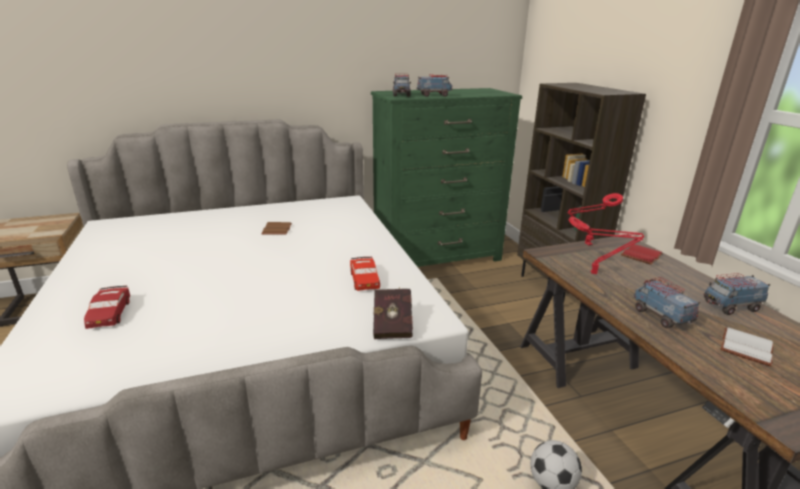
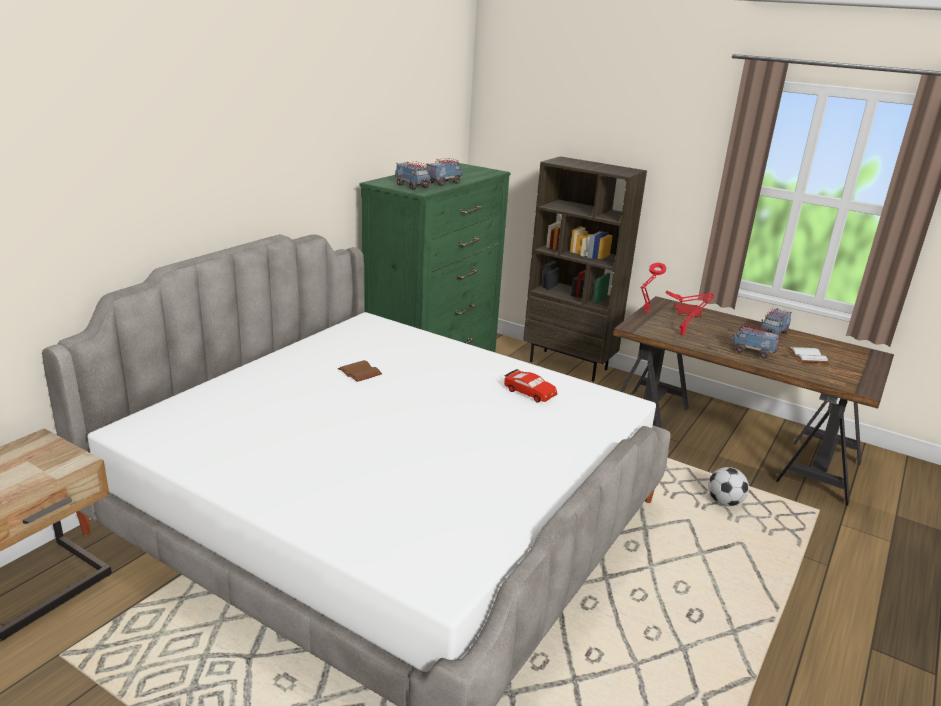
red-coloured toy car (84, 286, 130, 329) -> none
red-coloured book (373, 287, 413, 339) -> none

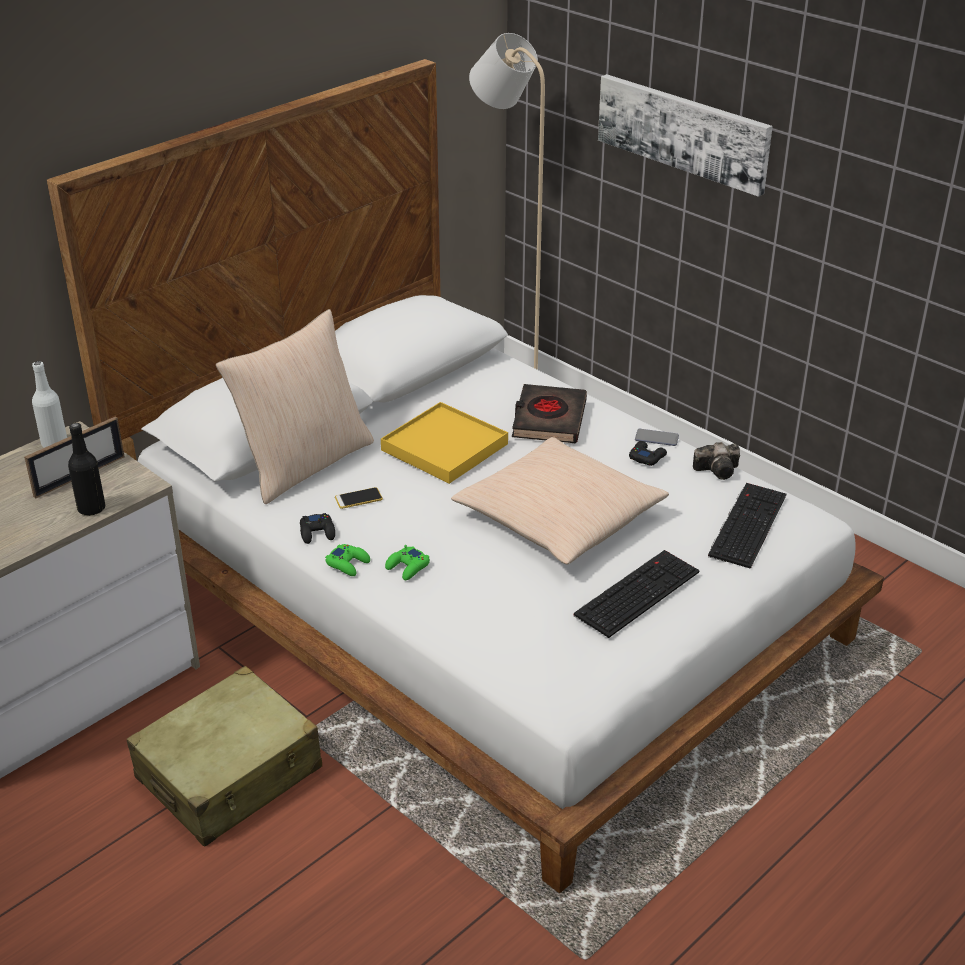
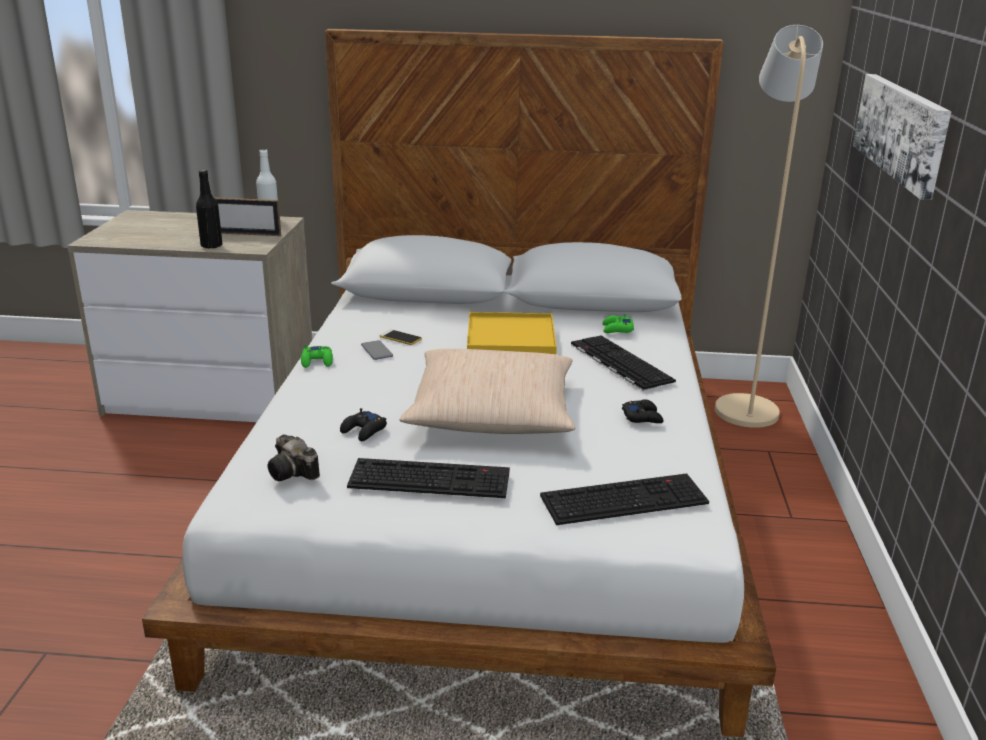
beige-coloured travel case (127, 666, 322, 846) -> none
beige-coloured cushion (216, 309, 374, 504) -> none
black-coloured joypad (300, 513, 335, 544) -> black-coloured joypad (340, 408, 387, 441), move
green joypad (385, 545, 430, 580) -> green joypad (602, 314, 634, 333), move
black-coloured book (512, 384, 587, 443) -> PC keyboard (571, 335, 676, 391)
phone (635, 429, 679, 446) -> phone (361, 340, 393, 360), move
still camera (693, 442, 740, 480) -> still camera (267, 435, 320, 481), move

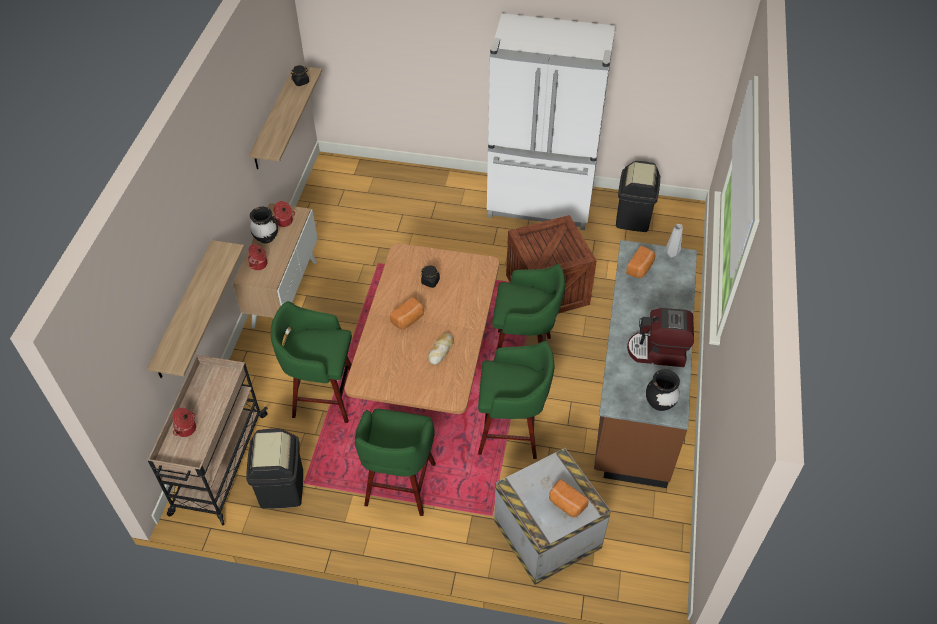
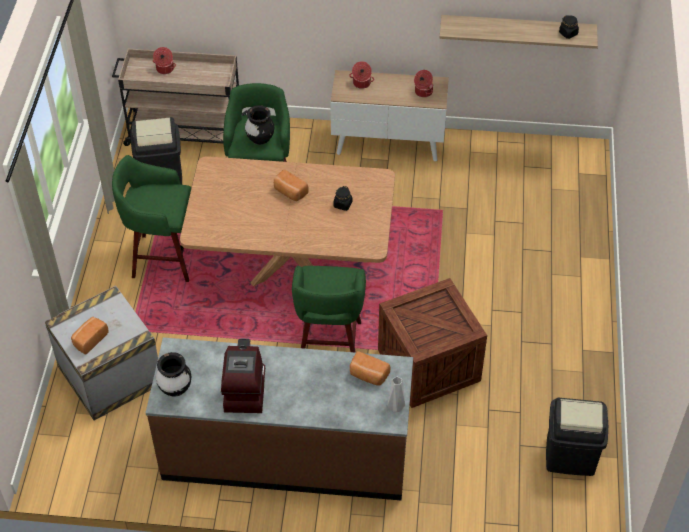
bracket shelf (147, 240, 244, 378) -> none
black-coloured flower vase (250, 207, 278, 243) -> black-coloured flower vase (245, 105, 274, 145), move
bakery bread (428, 333, 454, 365) -> none
green stool (478, 341, 555, 459) -> none
whitish kitchen fridge (487, 13, 615, 230) -> none

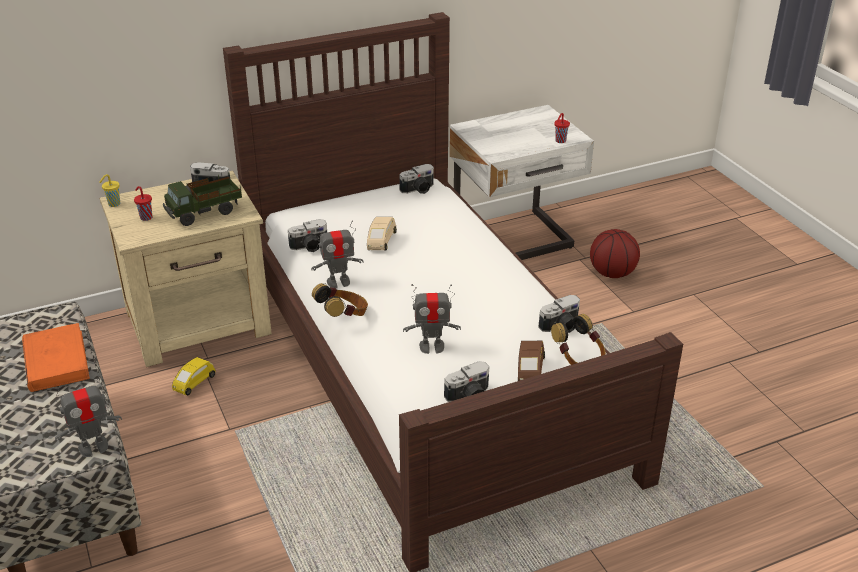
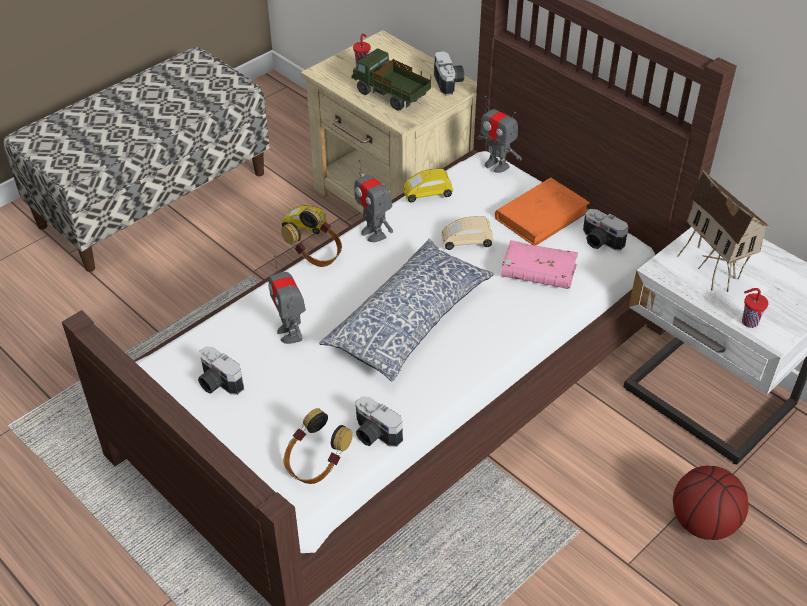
orange book (22, 323, 90, 392) -> orange book (495, 177, 590, 246), move
model robot (52, 375, 122, 457) -> model robot (477, 96, 522, 173), move
yellow cup (100, 174, 120, 207) -> none
still camera (288, 219, 327, 252) -> yellow toy car (403, 169, 453, 203)
brown-coloured toy car (518, 341, 545, 381) -> none
none -> cushion (320, 239, 494, 381)
none -> pink book (502, 240, 578, 289)
none -> miniature house (677, 170, 772, 292)

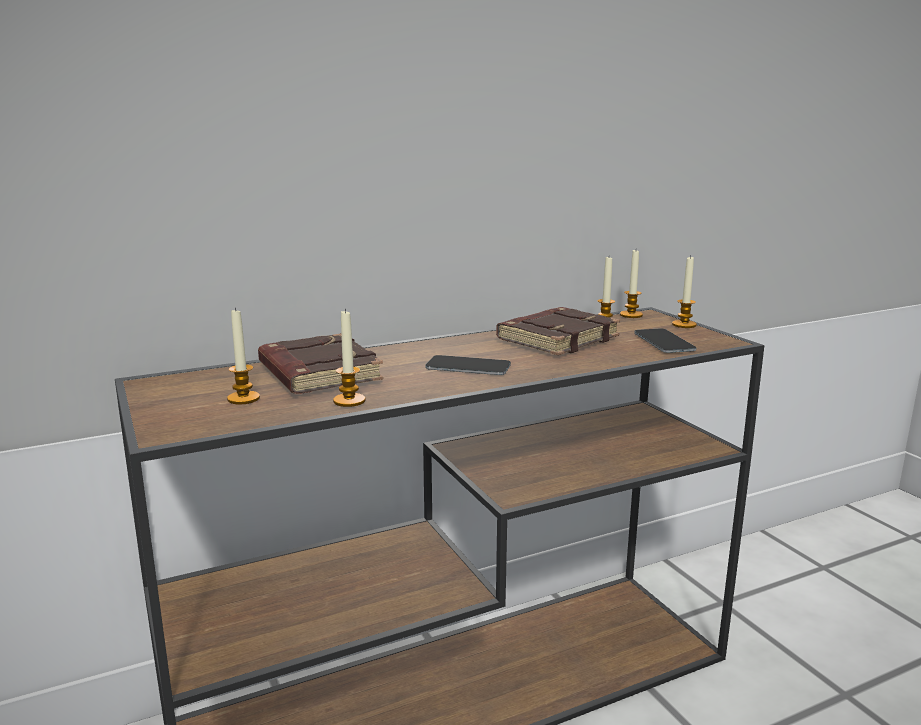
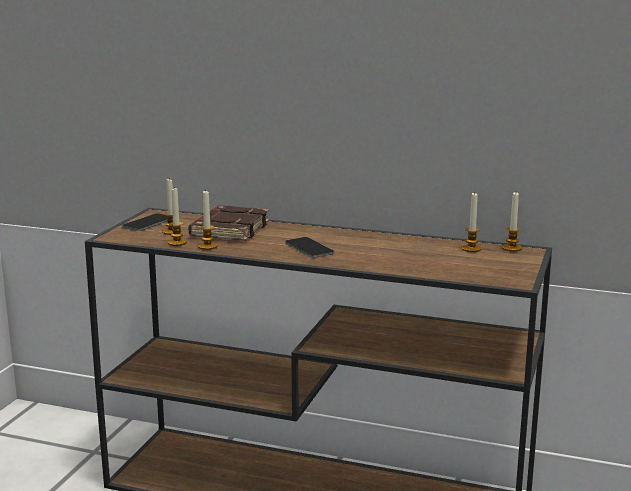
brown-coloured book (496, 307, 620, 355) -> none
phone (634, 328, 696, 353) -> phone (122, 213, 167, 231), move
wax light (672, 255, 697, 328) -> wax light (167, 187, 187, 246), move

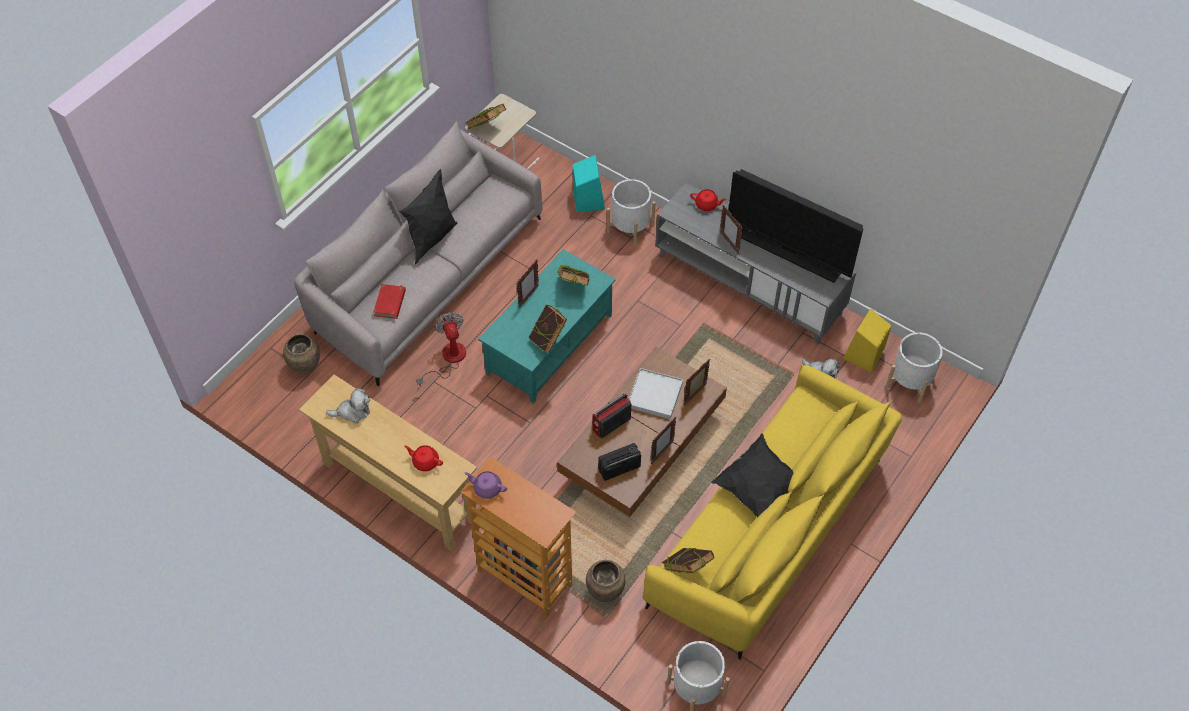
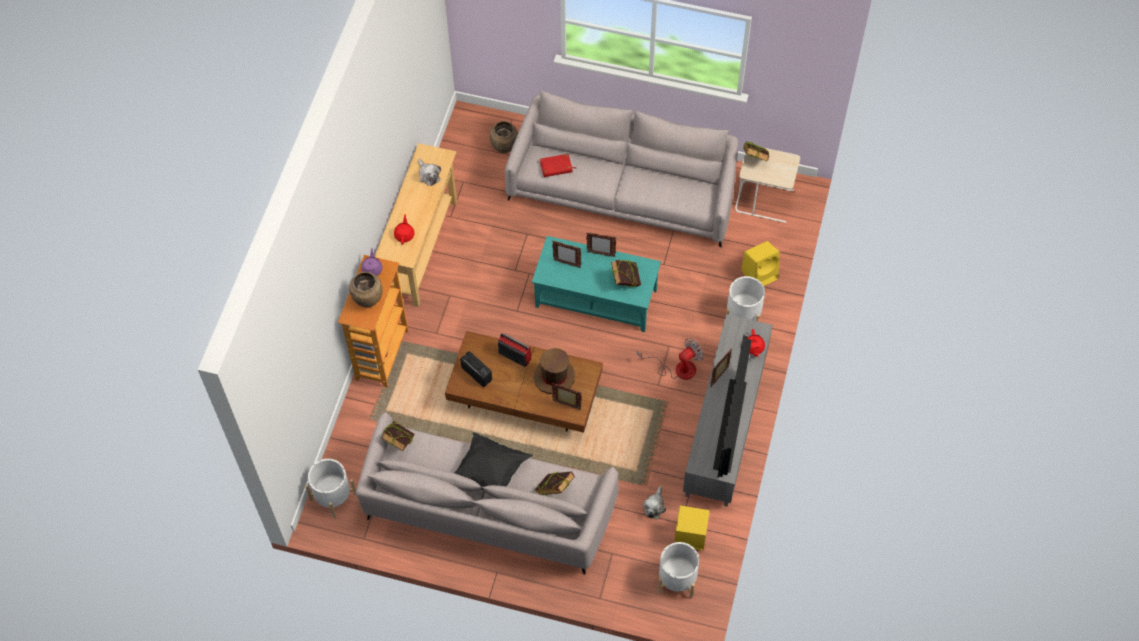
black-coloured cushion (399, 169, 458, 264) -> none
electric fan (416, 312, 466, 386) -> electric fan (637, 338, 704, 380), move
book (529, 305, 567, 353) -> book (535, 471, 575, 495), move
turquoise-coloured audio speaker (573, 155, 605, 212) -> yellow audio speaker (741, 241, 780, 286)
brown-coloured flower vase (586, 560, 625, 602) -> brown-coloured flower vase (349, 272, 383, 308), move
whitish tray (629, 368, 683, 419) -> brown-coloured hat (533, 348, 575, 394)
yellow couch (643, 365, 902, 660) -> greyish couch (356, 412, 619, 574)
photo frame (651, 417, 676, 464) -> photo frame (552, 241, 581, 268), move

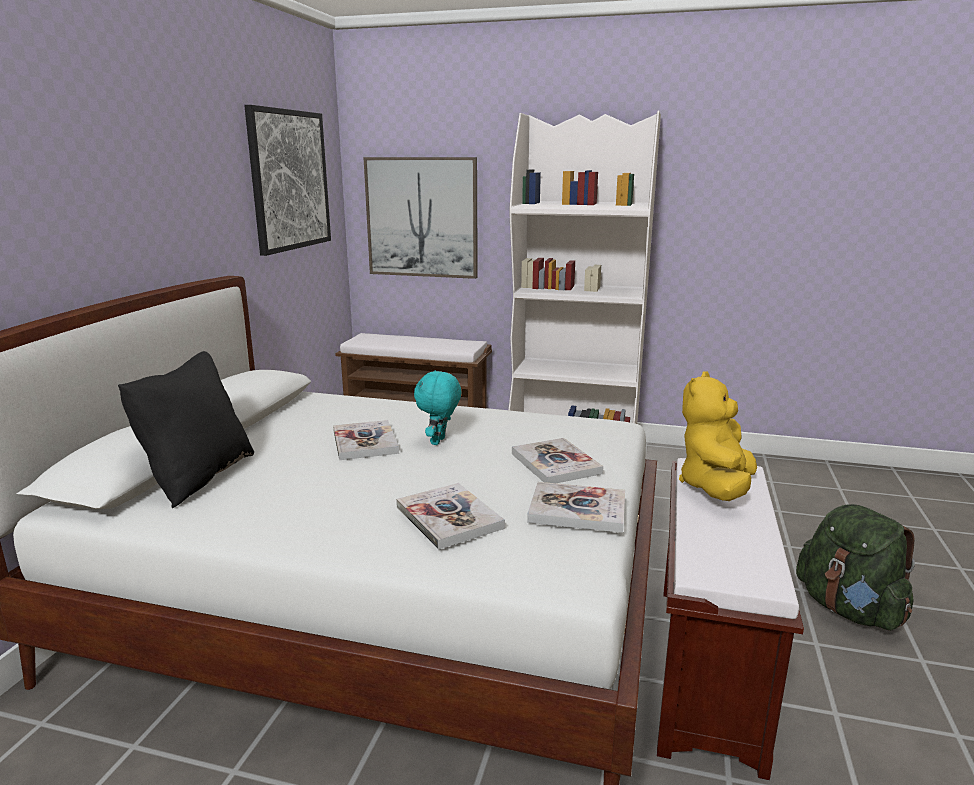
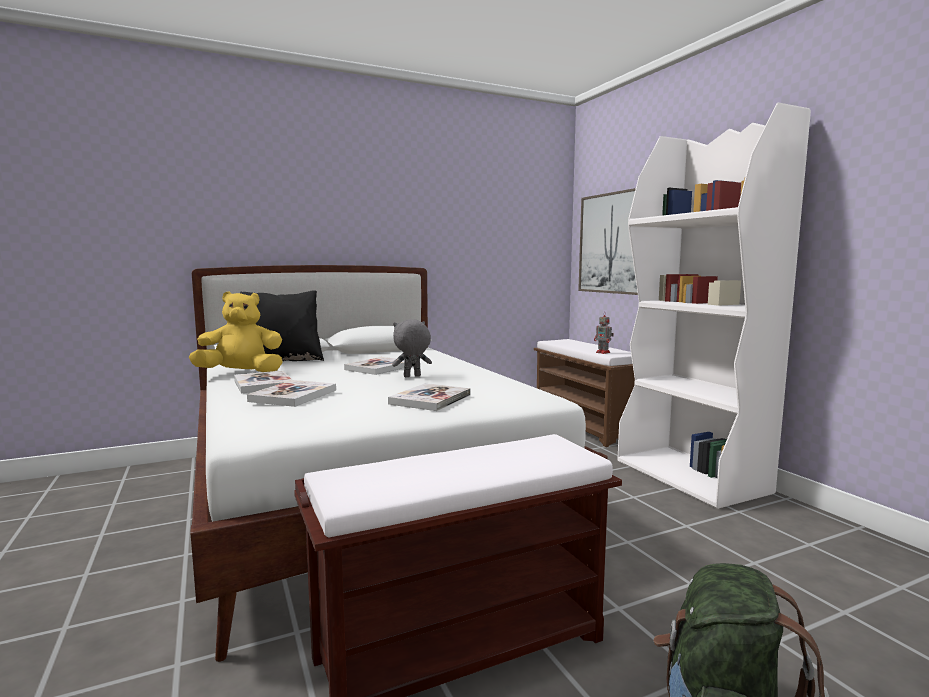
wall picture (244, 105, 331, 256) -> none
turquoise-coloured soft toy (414, 370, 462, 445) -> greyish soft toy (392, 319, 432, 377)
book (527, 482, 625, 533) -> book (234, 371, 292, 393), move
yellow soft toy (679, 371, 757, 501) -> yellow soft toy (189, 292, 283, 372), move
none -> model robot (594, 313, 614, 354)

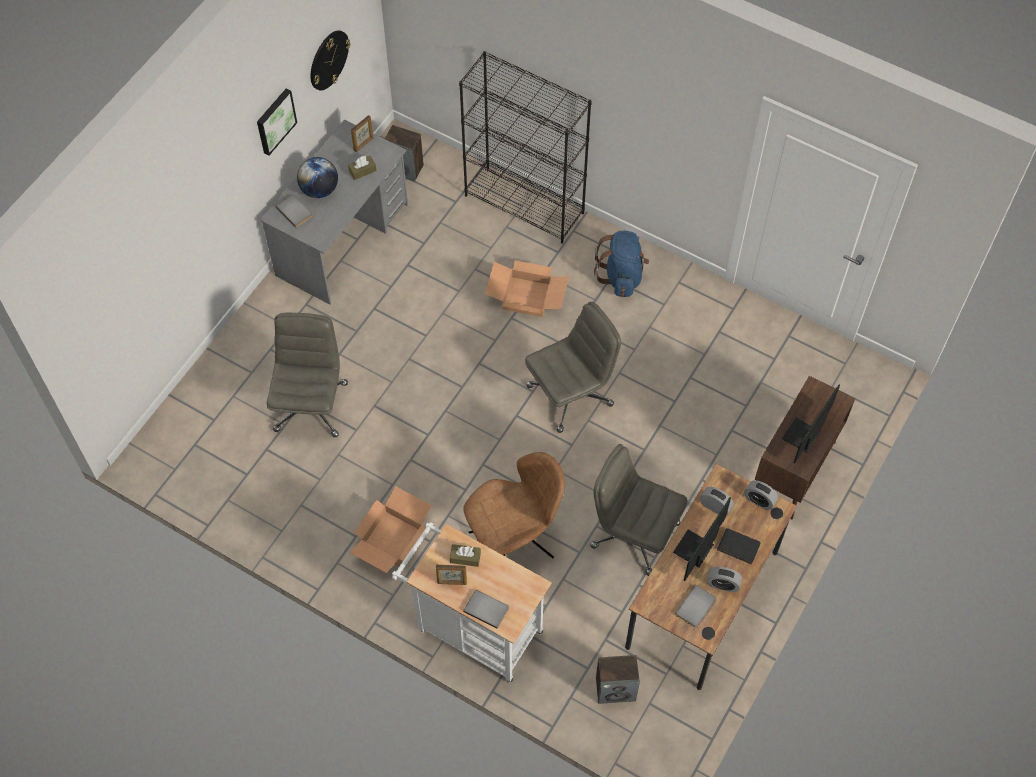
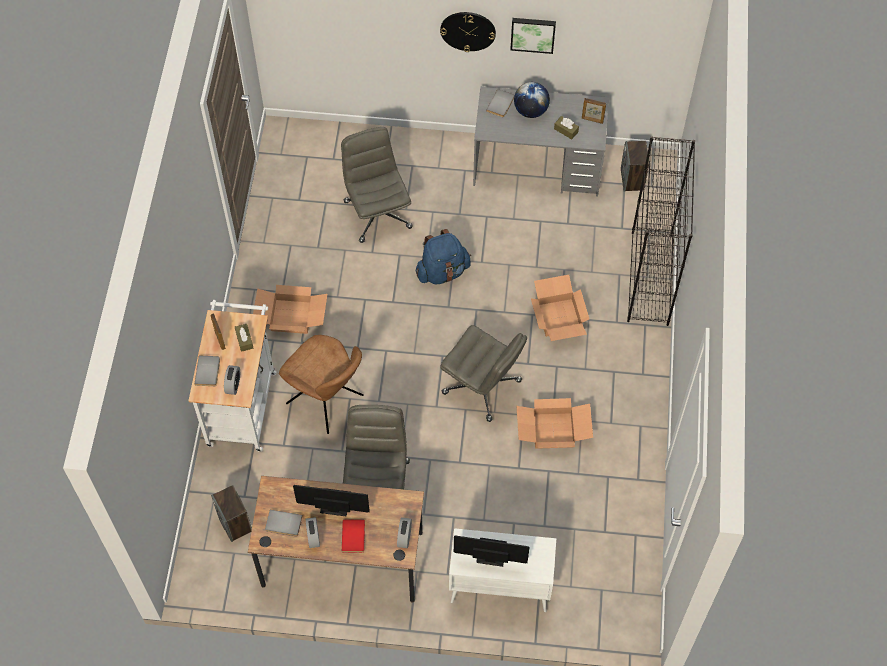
greyish office chair (267, 313, 348, 437) -> greyish office chair (341, 127, 413, 243), 90 degrees counterclockwise
wall clock (310, 30, 350, 91) -> wall clock (440, 12, 496, 52), move
blue rucksack (594, 230, 649, 297) -> blue rucksack (416, 229, 471, 284), move
alarm clock (700, 487, 734, 516) -> alarm clock (224, 365, 240, 395), move
black-coloured book (717, 528, 760, 564) -> red-coloured book (342, 519, 365, 552)
brown-coloured cupboard (755, 376, 855, 519) -> whitish cupboard (449, 528, 556, 612)
none -> packing box (516, 398, 593, 449)

